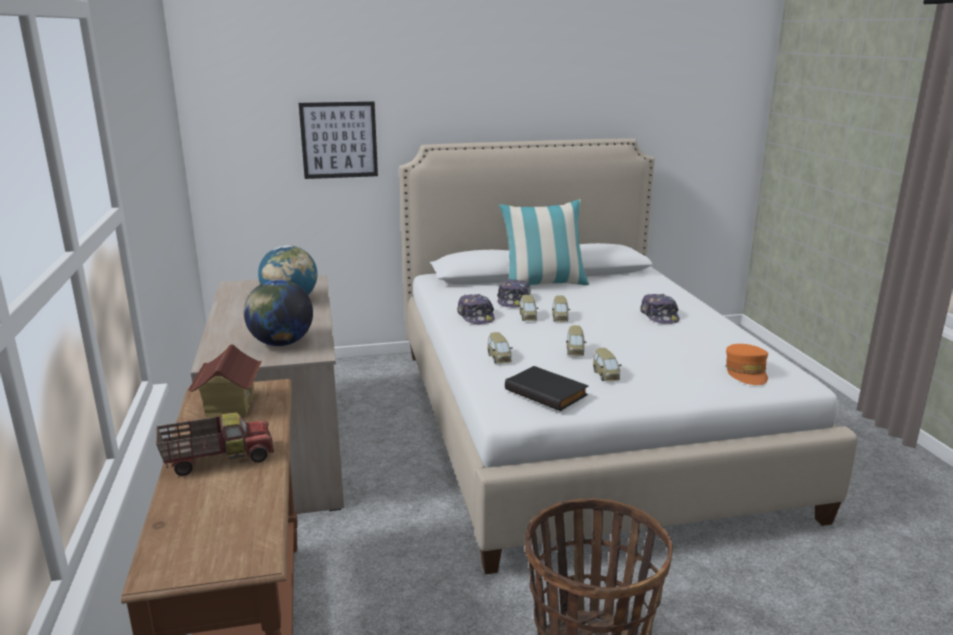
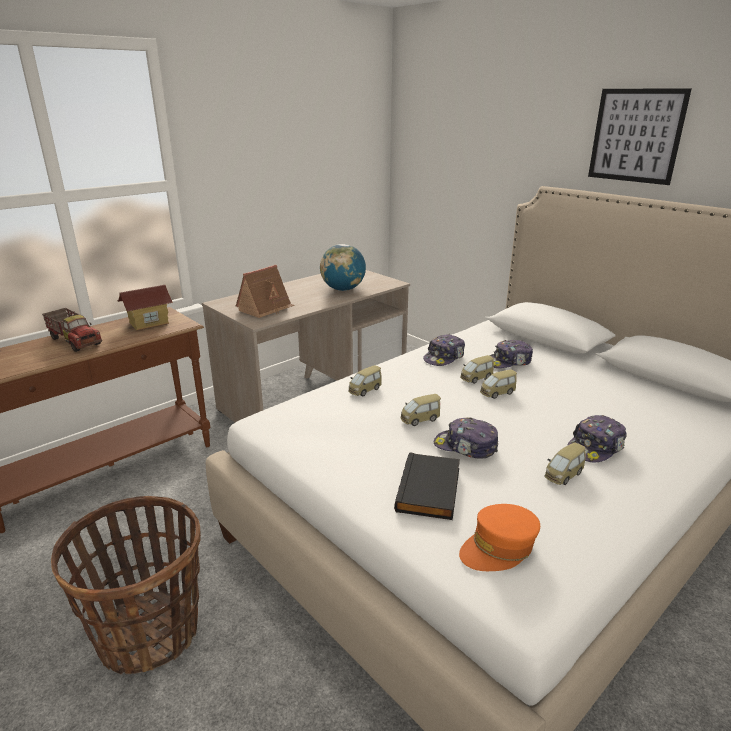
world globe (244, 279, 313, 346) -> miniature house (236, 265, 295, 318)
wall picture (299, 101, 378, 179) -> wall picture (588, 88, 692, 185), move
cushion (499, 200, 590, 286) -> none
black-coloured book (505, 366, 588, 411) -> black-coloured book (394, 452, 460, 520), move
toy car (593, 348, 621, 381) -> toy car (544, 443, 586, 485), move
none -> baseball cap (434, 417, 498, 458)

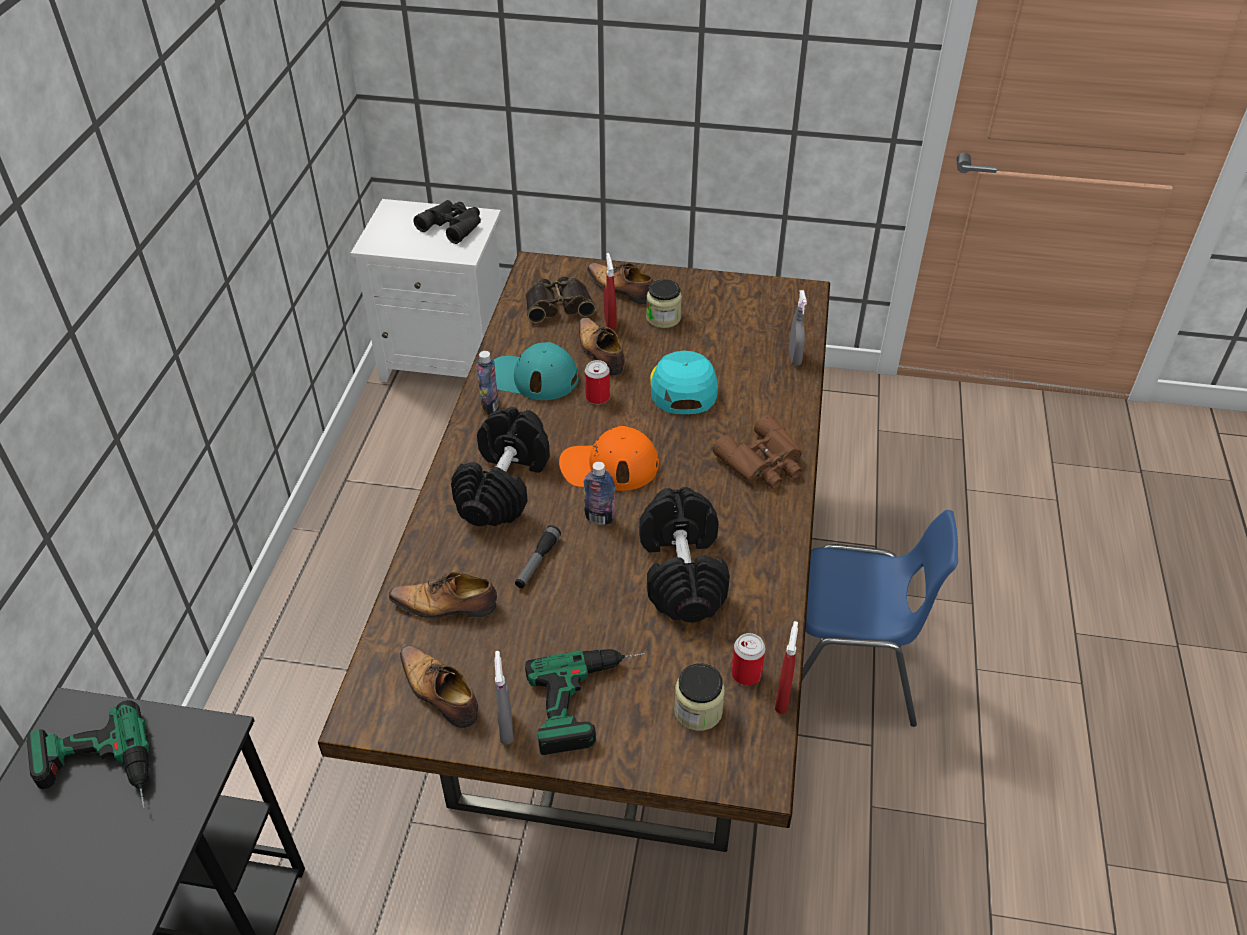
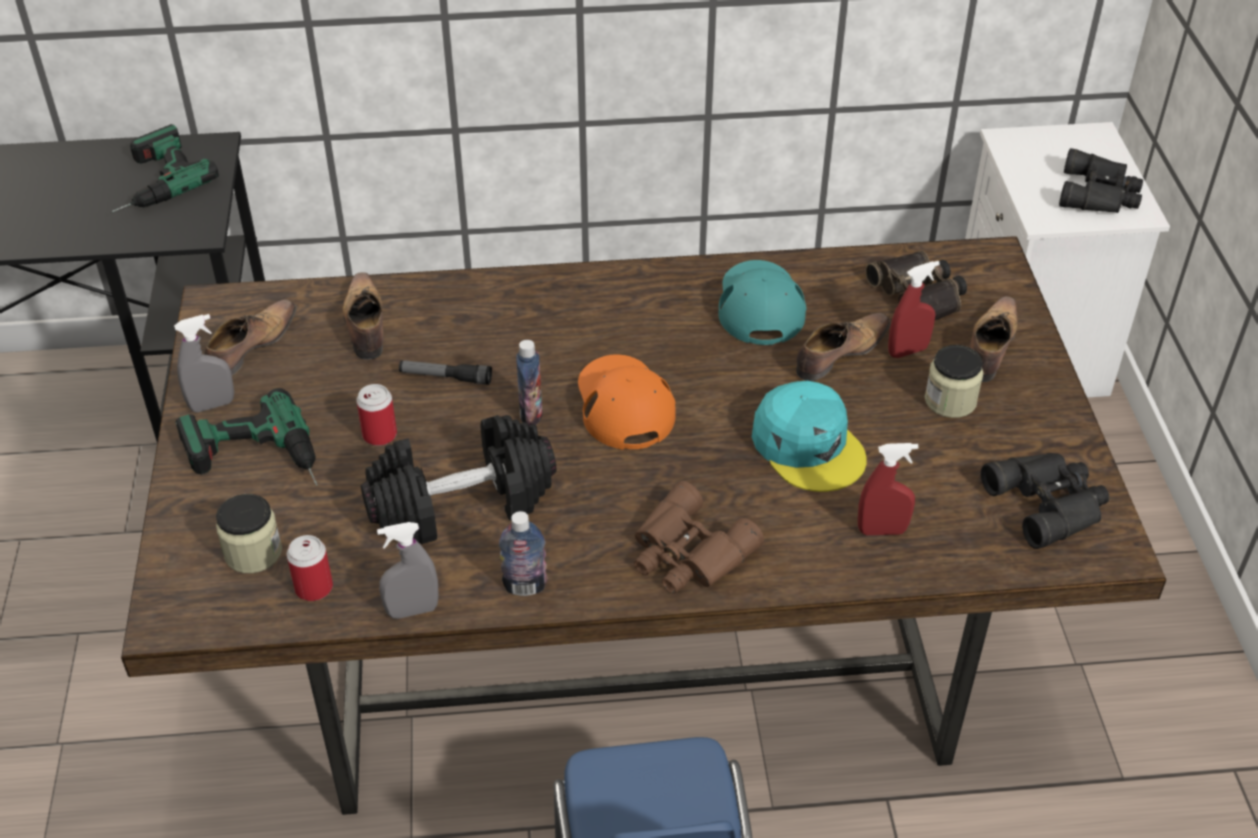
black-coloured dumbbell (451, 407, 550, 526) -> none
beverage bottle (477, 351, 499, 414) -> beverage bottle (499, 511, 547, 596), move
metal can (585, 360, 610, 404) -> metal can (356, 384, 397, 446), move
turquoise-coloured baseball cap (650, 351, 718, 414) -> turquoise-coloured baseball cap (752, 381, 867, 492), 75 degrees clockwise
red-coloured sprayer (775, 621, 798, 714) -> red-coloured sprayer (858, 443, 919, 535), move
greyish sprayer (789, 290, 807, 366) -> greyish sprayer (377, 522, 438, 619), move
none -> black-coloured pair of binoculars (981, 453, 1110, 549)

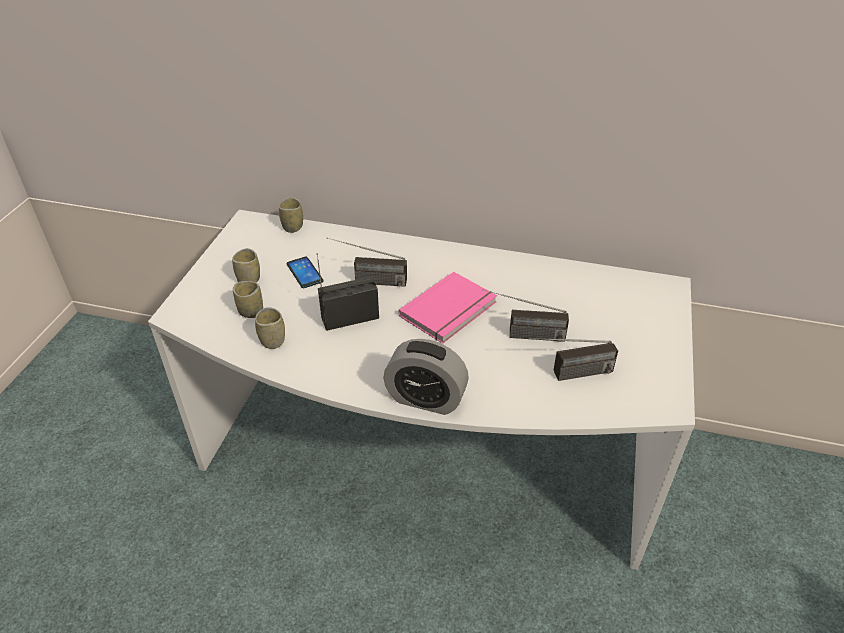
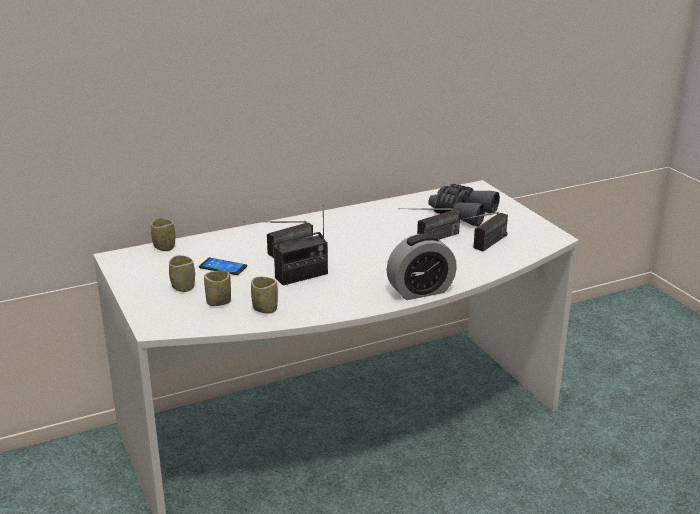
radio receiver (317, 253, 379, 331) -> radio receiver (274, 205, 328, 286), 150 degrees counterclockwise
pink book (398, 272, 497, 343) -> none
none -> greyish pair of binoculars (428, 184, 500, 227)

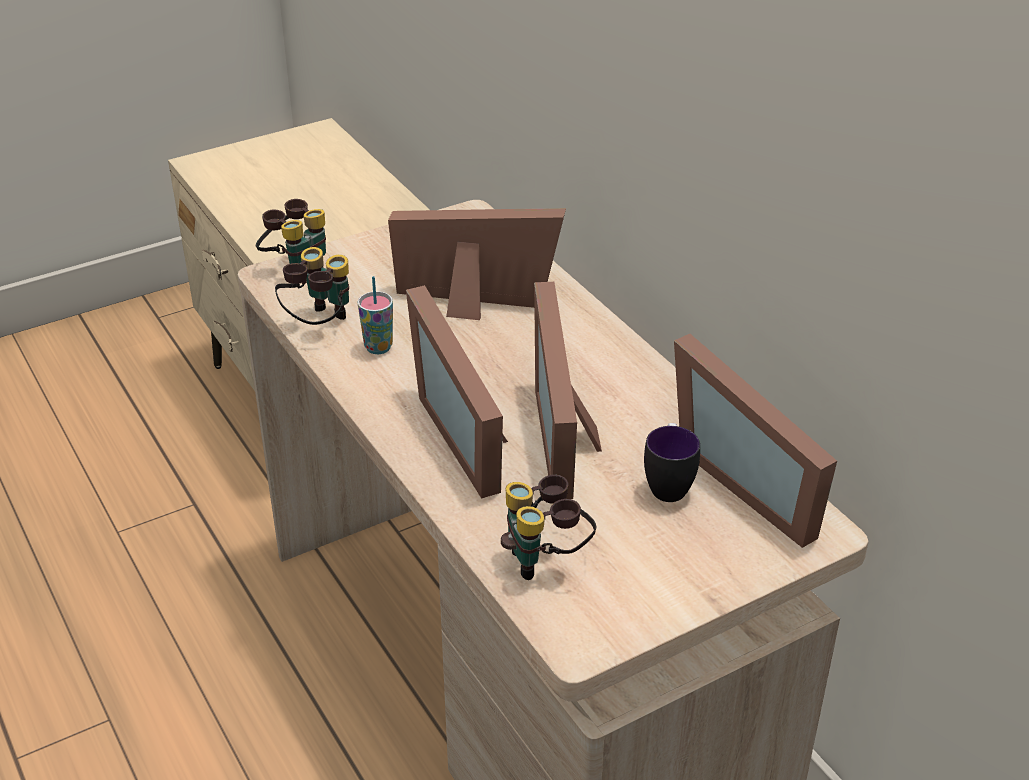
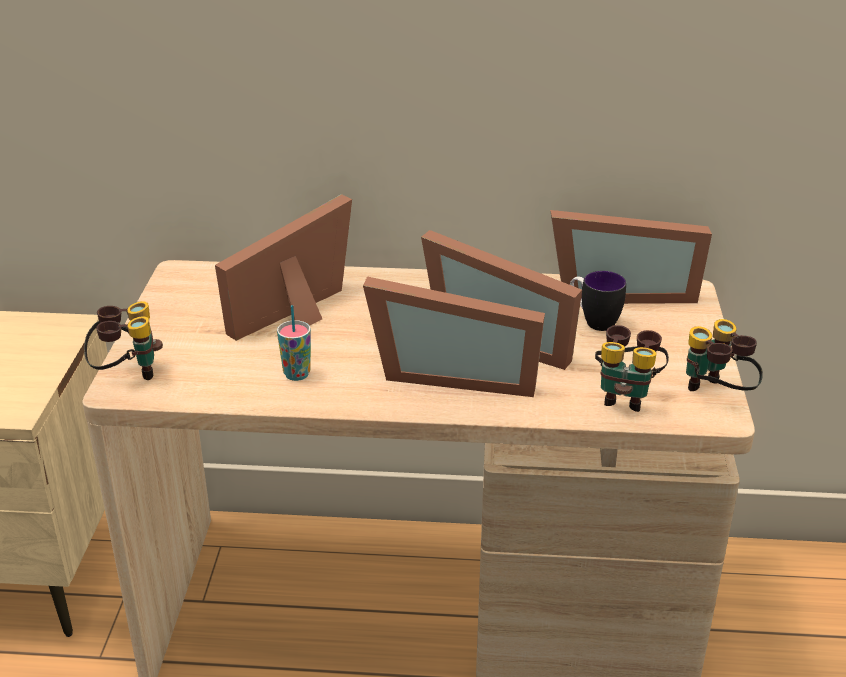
pair of binoculars (275, 247, 349, 325) -> pair of binoculars (686, 319, 763, 391), move

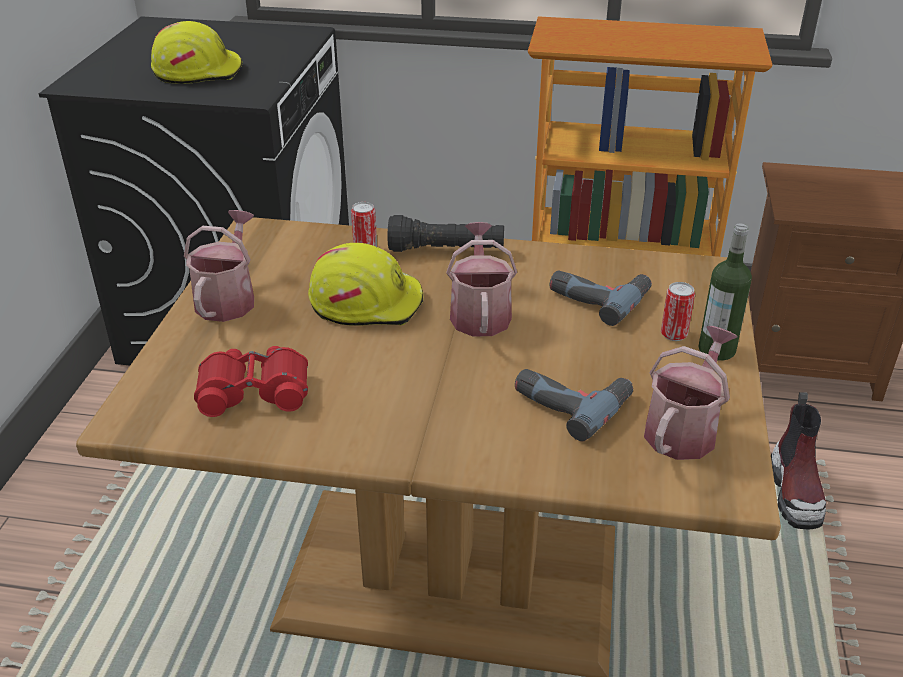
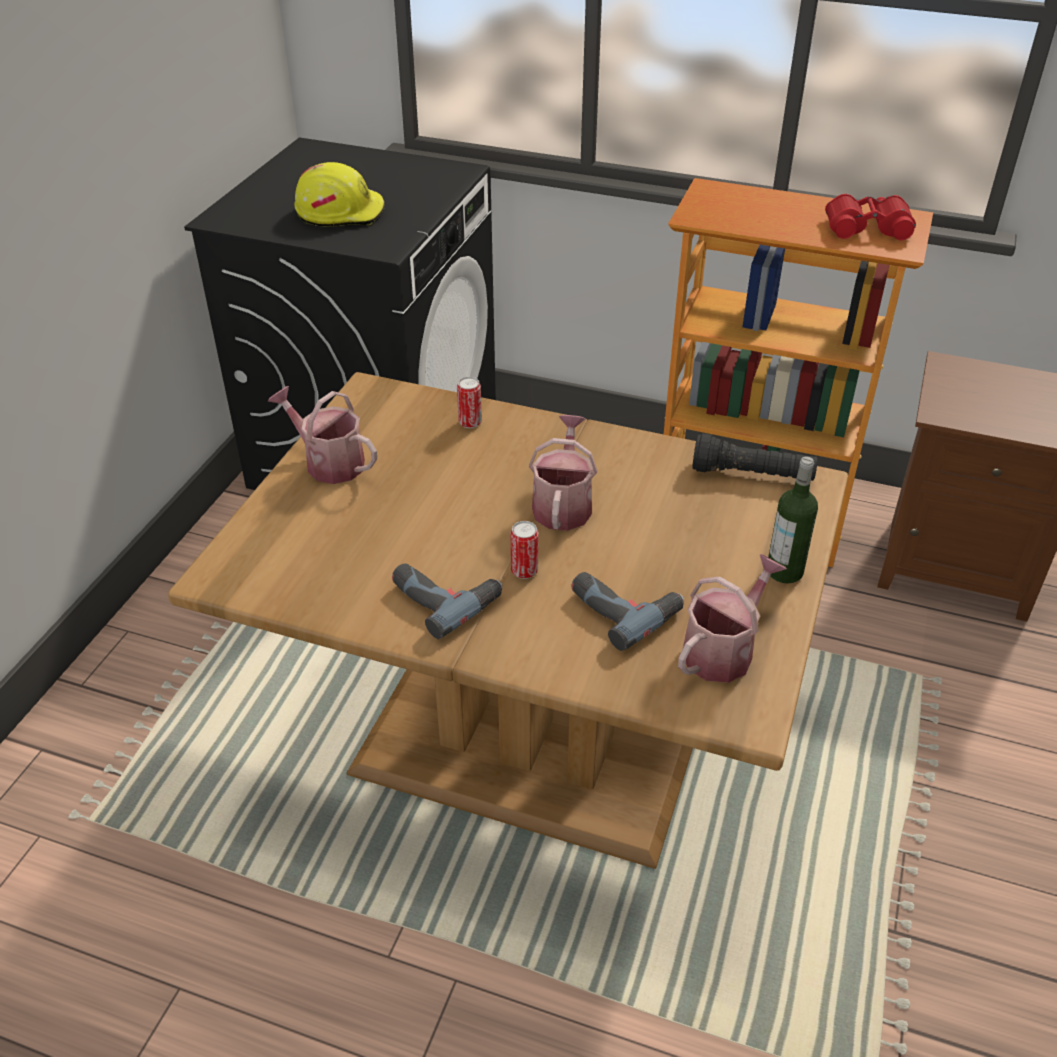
watering pot (184, 210, 254, 322) -> watering pot (268, 386, 377, 484), 75 degrees counterclockwise
red-coloured pair of binoculars (194, 346, 308, 417) -> red-coloured pair of binoculars (825, 194, 916, 241), move
yellow hard hat (308, 243, 424, 326) -> none
black-coloured hand torch (388, 215, 504, 252) -> black-coloured hand torch (692, 433, 818, 481), move
drill (550, 270, 652, 326) -> drill (392, 563, 503, 639), move
metal can (661, 282, 695, 341) -> metal can (511, 521, 539, 579), move
boot (771, 392, 826, 530) -> none

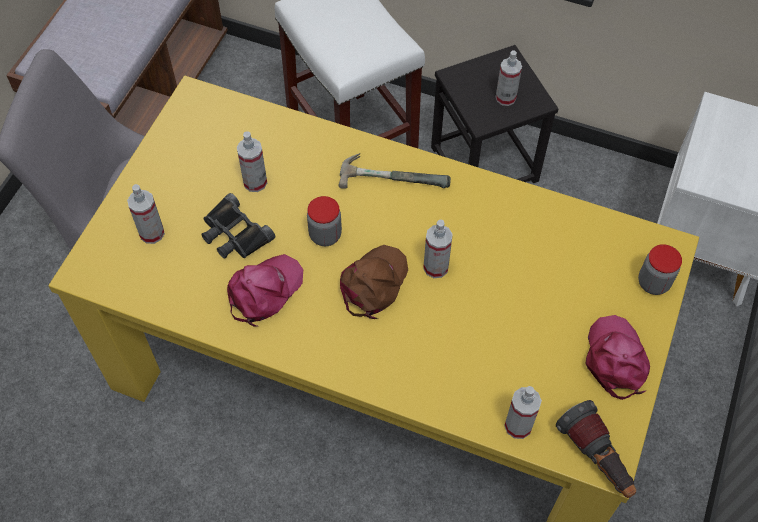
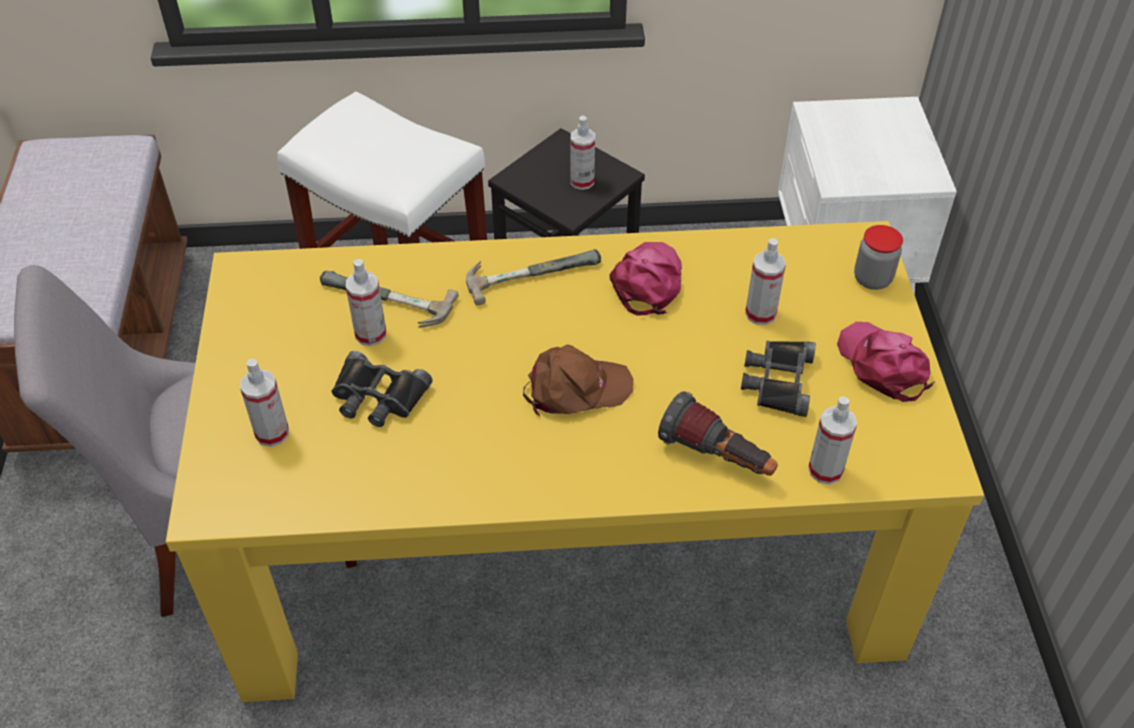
pink baseball cap (227, 254, 303, 327) -> pink baseball cap (609, 242, 682, 316), move
jar (307, 196, 342, 246) -> none
brown-coloured baseball cap (340, 245, 408, 319) -> brown-coloured baseball cap (523, 344, 634, 416), 75 degrees clockwise
sprayer (423, 220, 453, 278) -> sprayer (745, 238, 786, 325), move
hand torch (556, 400, 636, 498) -> hand torch (658, 392, 778, 476), move
none -> tool hammer (320, 271, 459, 328)
none -> black-coloured pair of binoculars (741, 340, 816, 417)

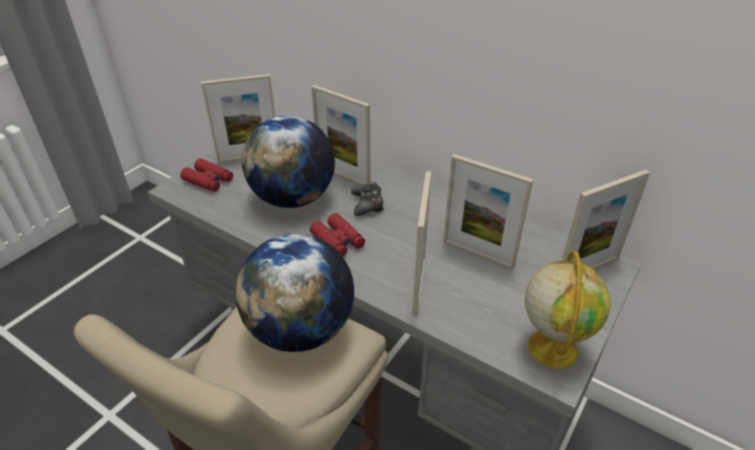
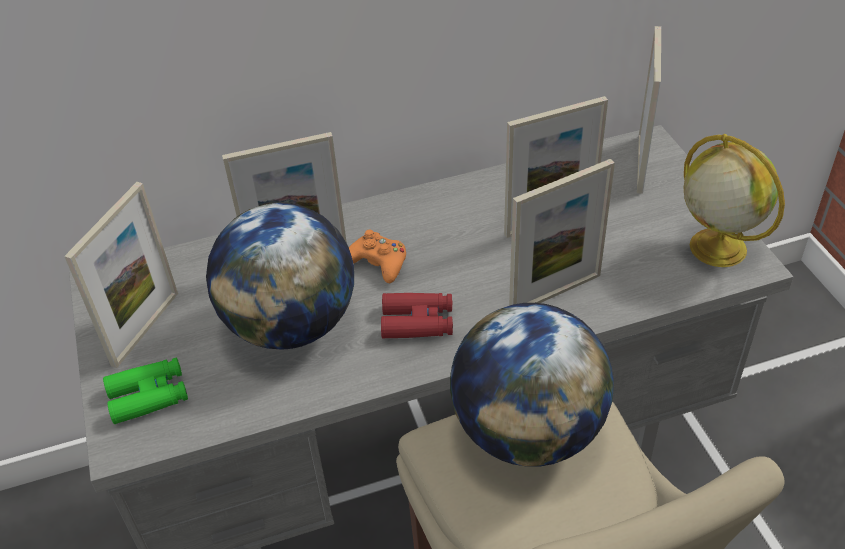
red-coloured pair of binoculars (180, 158, 233, 192) -> green pair of binoculars (103, 358, 188, 424)
black-coloured joypad (351, 182, 384, 216) -> orange joypad (349, 229, 406, 283)
photo frame (412, 171, 431, 316) -> photo frame (509, 159, 615, 306), 75 degrees counterclockwise

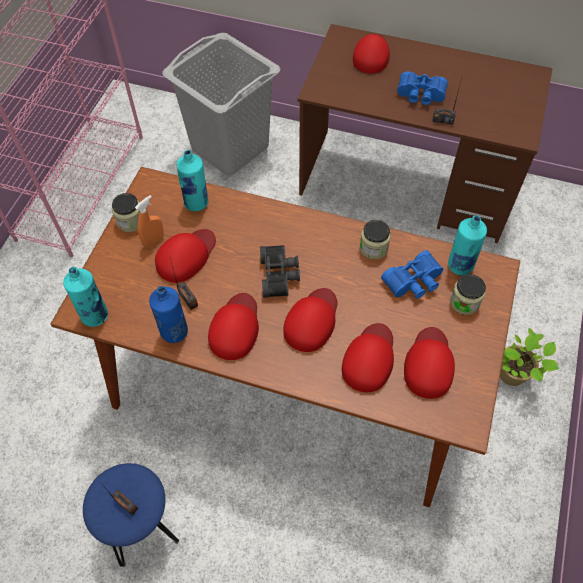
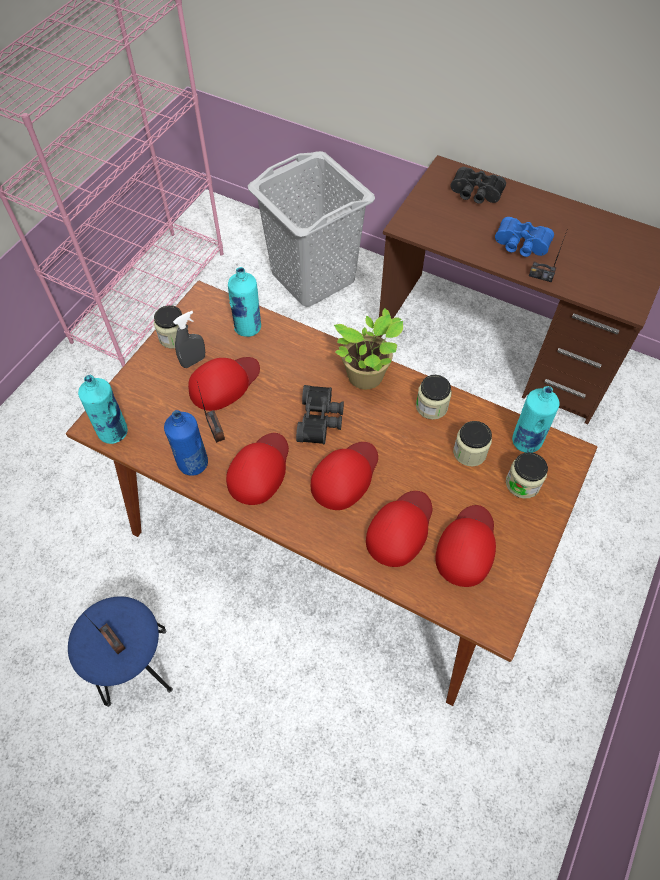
orange sprayer (135, 195, 164, 248) -> greyish sprayer (173, 311, 205, 368)
red-coloured baseball cap (353, 34, 390, 74) -> black-coloured pair of binoculars (450, 167, 506, 204)
blue pair of binoculars (381, 250, 443, 299) -> jar (453, 421, 492, 466)
potted plant (500, 328, 559, 386) -> potted plant (334, 308, 403, 389), move

